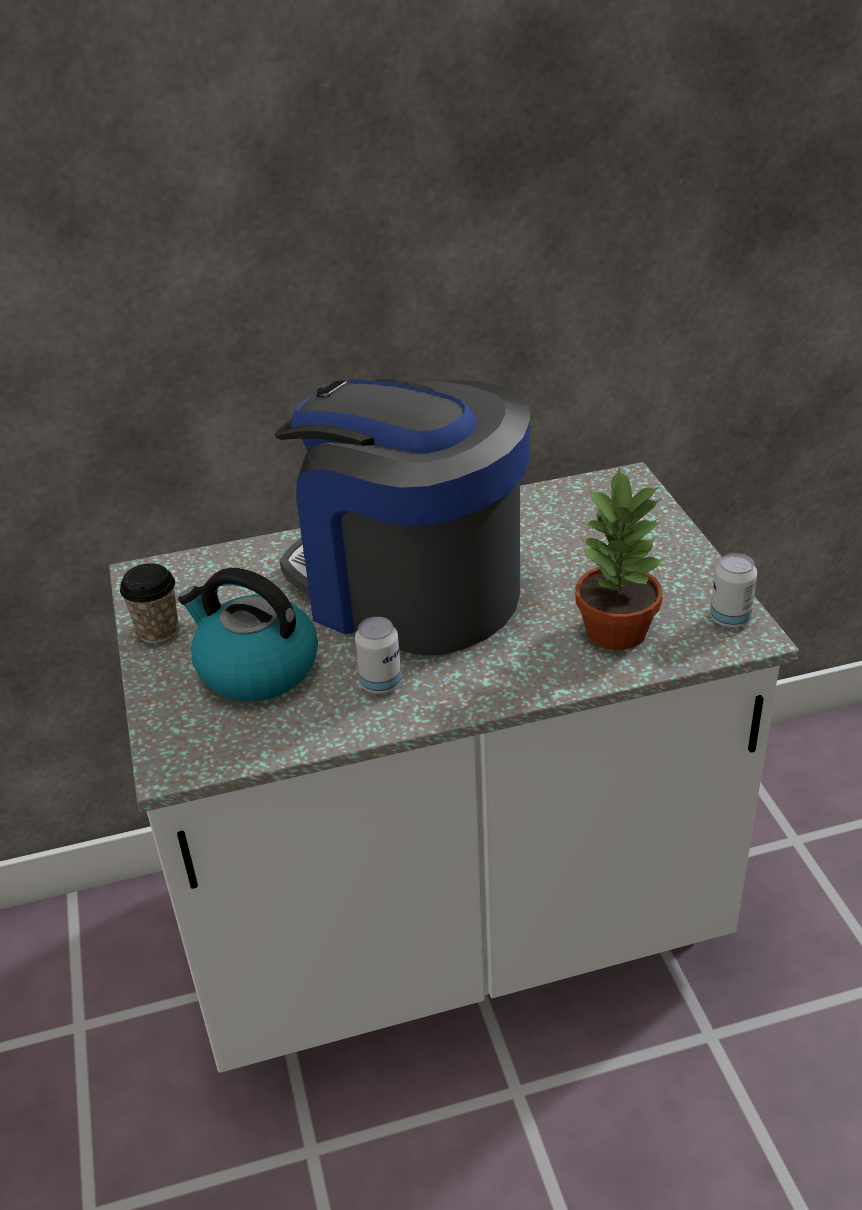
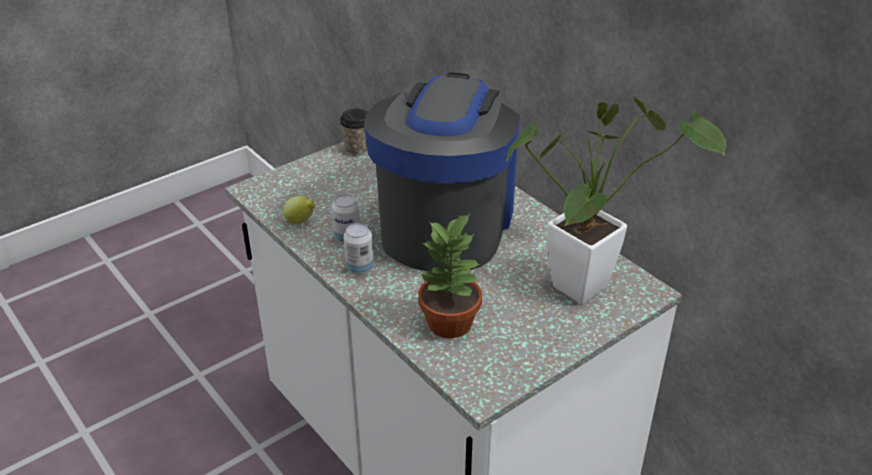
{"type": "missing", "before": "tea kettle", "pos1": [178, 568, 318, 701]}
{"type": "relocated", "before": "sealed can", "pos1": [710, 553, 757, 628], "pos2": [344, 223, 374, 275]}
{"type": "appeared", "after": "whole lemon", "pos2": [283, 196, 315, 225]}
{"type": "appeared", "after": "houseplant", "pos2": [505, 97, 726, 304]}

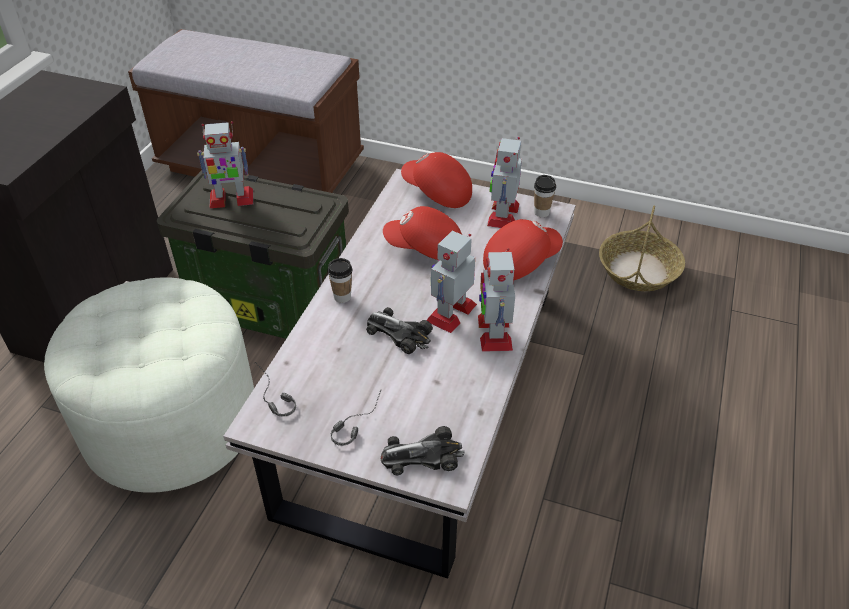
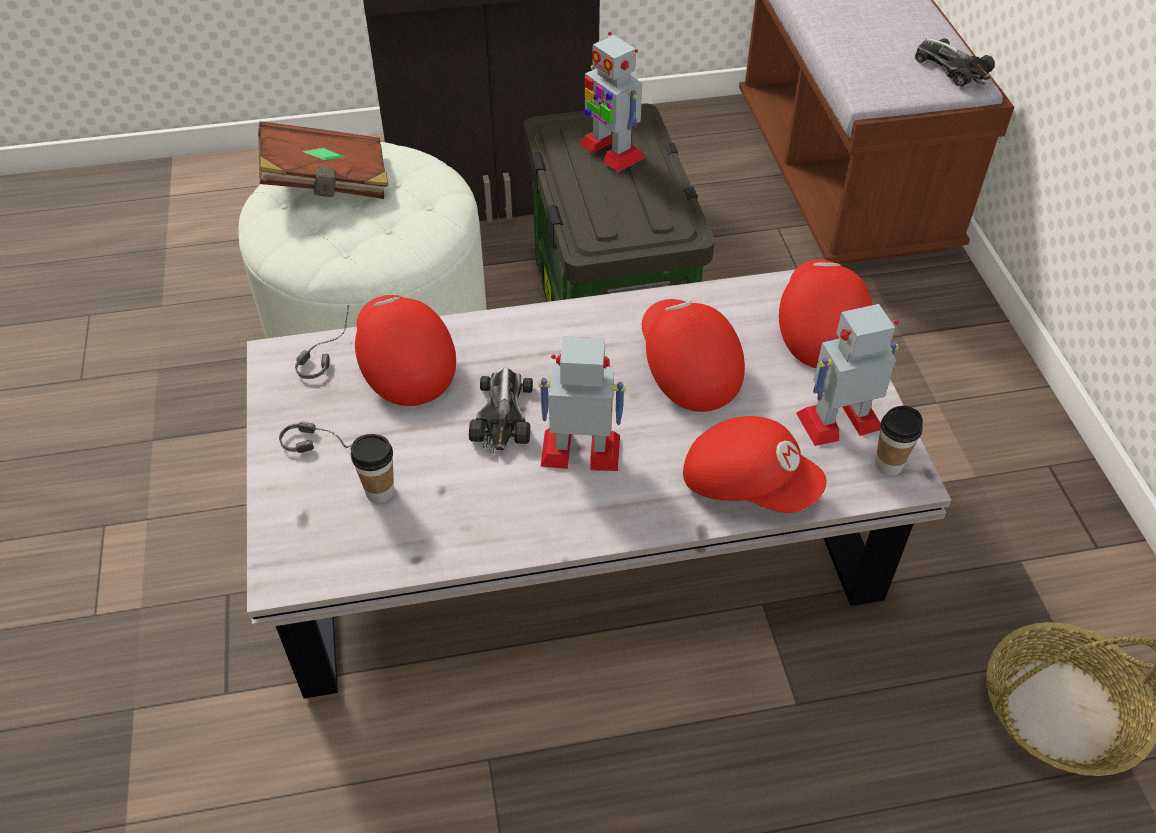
{"type": "relocated", "before": "drinking cup", "pos1": [327, 258, 352, 303], "pos2": [351, 434, 394, 503]}
{"type": "relocated", "before": "toy car", "pos1": [381, 426, 465, 475], "pos2": [915, 38, 995, 87]}
{"type": "missing", "before": "toy robot", "pos1": [478, 248, 515, 352]}
{"type": "appeared", "after": "brown-coloured volume", "pos2": [258, 121, 389, 199]}
{"type": "appeared", "after": "red-coloured baseball cap", "pos2": [355, 295, 456, 406]}

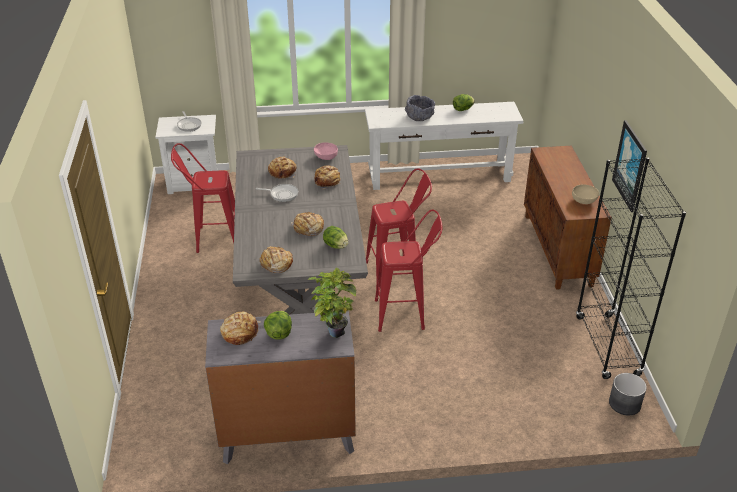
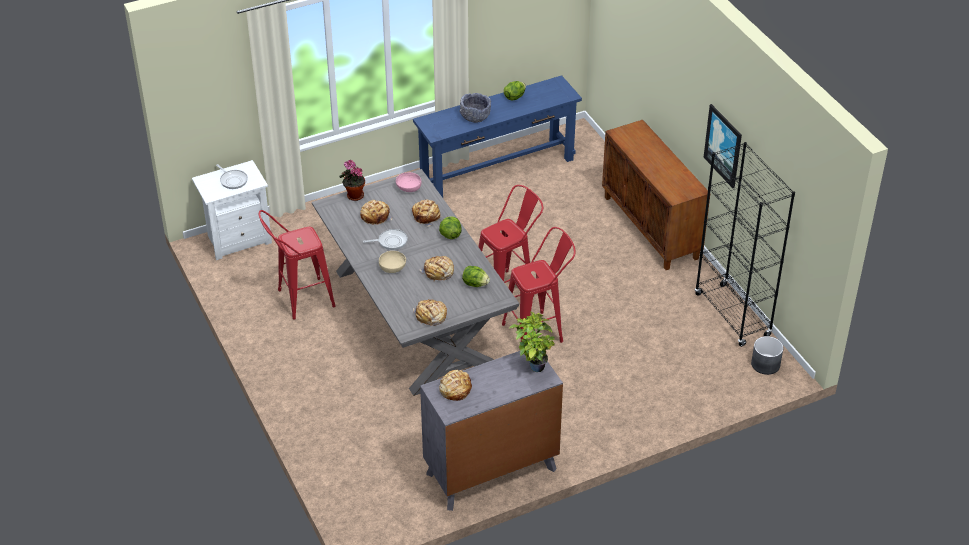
{"type": "relocated", "before": "head of lettuce", "pos1": [264, 311, 292, 340], "pos2": [439, 217, 462, 239]}
{"type": "colour", "before": "white hall table", "after": "blue-coloured hall table", "pos1": [365, 102, 524, 190], "pos2": [413, 75, 582, 198]}
{"type": "relocated", "before": "beige-coloured bowl", "pos1": [572, 184, 599, 204], "pos2": [379, 251, 406, 273]}
{"type": "appeared", "after": "houseplant", "pos2": [339, 160, 365, 201]}

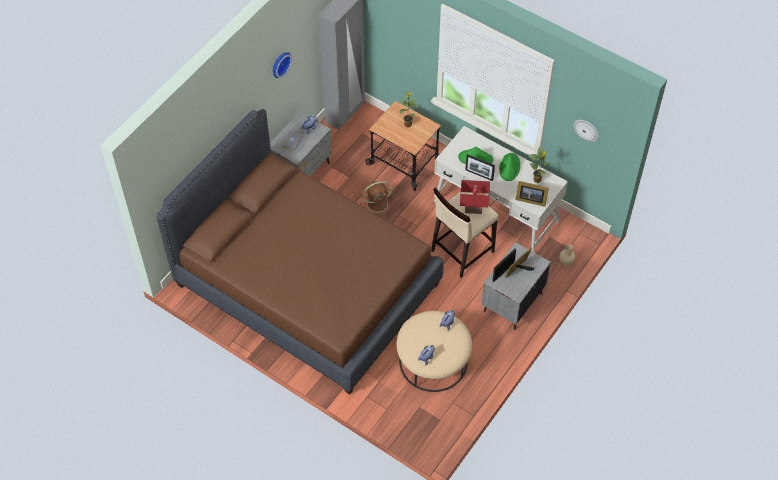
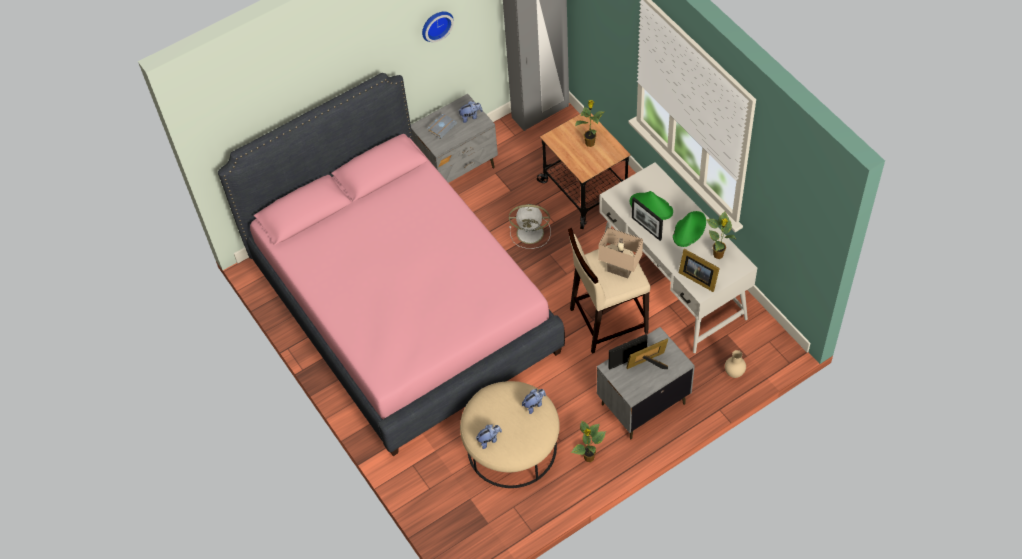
{"type": "colour", "before": "brown-coloured sleeping bed", "after": "pinkish sleeping bed", "pos1": [156, 109, 444, 395], "pos2": [218, 73, 565, 456]}
{"type": "colour", "before": "brown-coloured fan", "after": "white fan", "pos1": [360, 181, 394, 216], "pos2": [509, 204, 551, 249]}
{"type": "colour", "before": "red-coloured lamp for a table", "after": "beige-coloured lamp for a table", "pos1": [460, 180, 490, 214], "pos2": [599, 227, 643, 279]}
{"type": "missing", "before": "wall clock", "pos1": [573, 120, 599, 142]}
{"type": "appeared", "after": "houseplant", "pos2": [571, 421, 606, 462]}

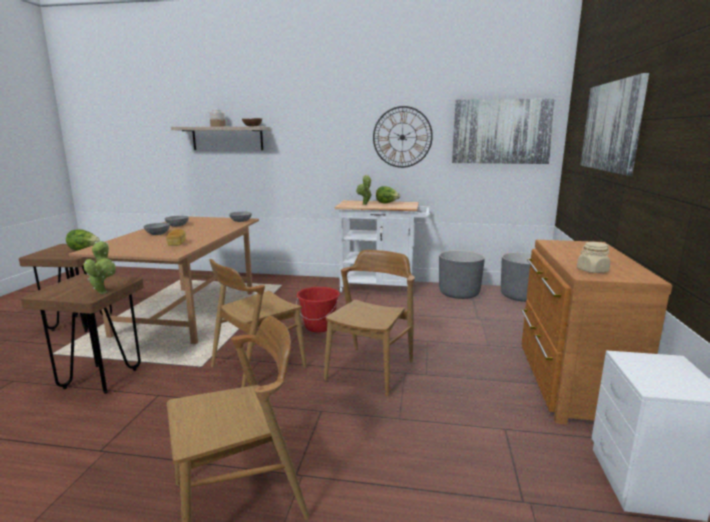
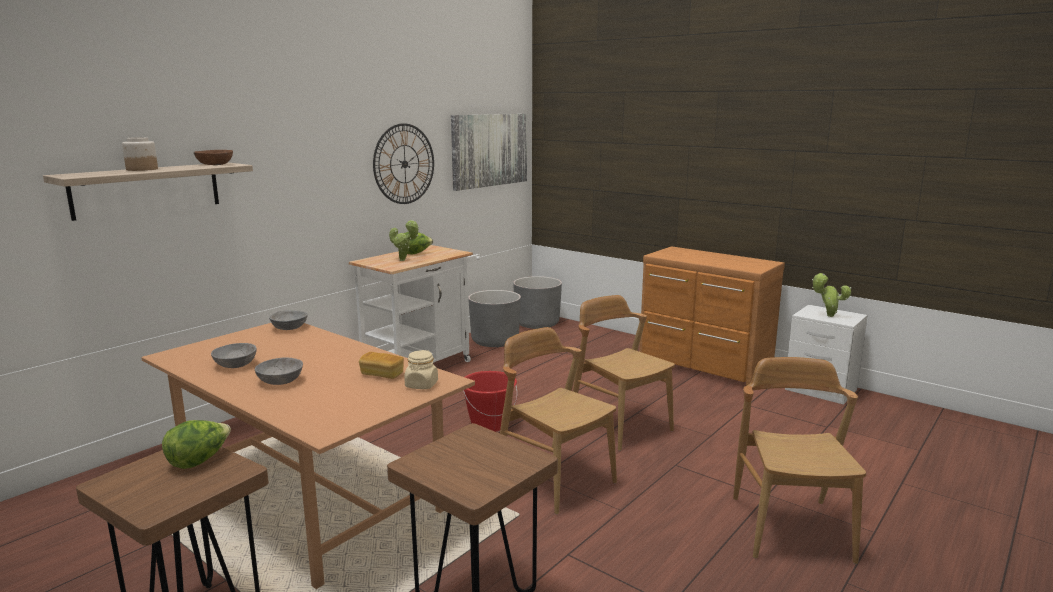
{"type": "relocated", "before": "houseplant", "pos1": [84, 241, 116, 294], "pos2": [812, 273, 851, 317]}
{"type": "spun", "before": "brown-coloured plain chair", "pos1": [209, 259, 307, 387], "pos2": [500, 327, 617, 514], "turn": 150}
{"type": "relocated", "before": "beige-coloured preserve jar", "pos1": [577, 242, 610, 273], "pos2": [404, 350, 438, 389]}
{"type": "missing", "before": "wall art", "pos1": [580, 73, 649, 175]}

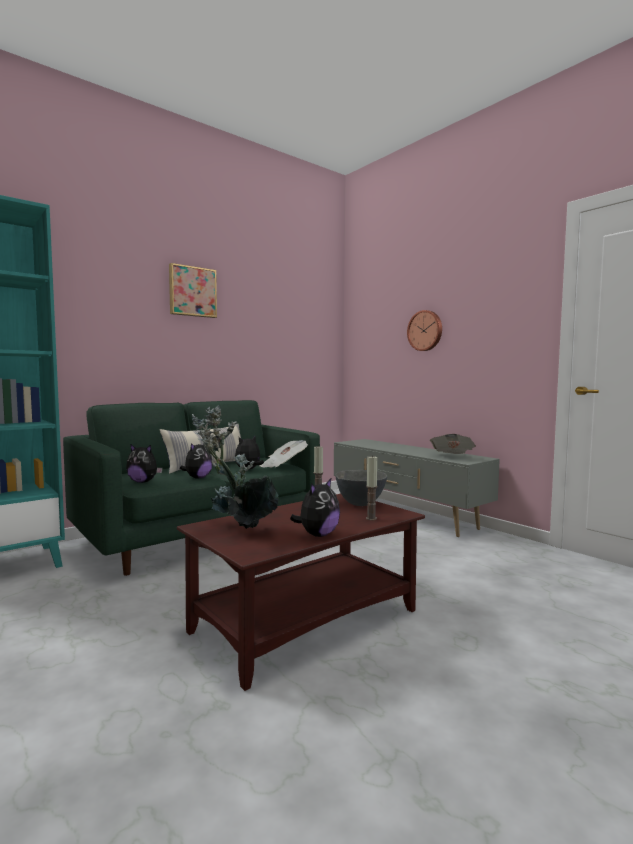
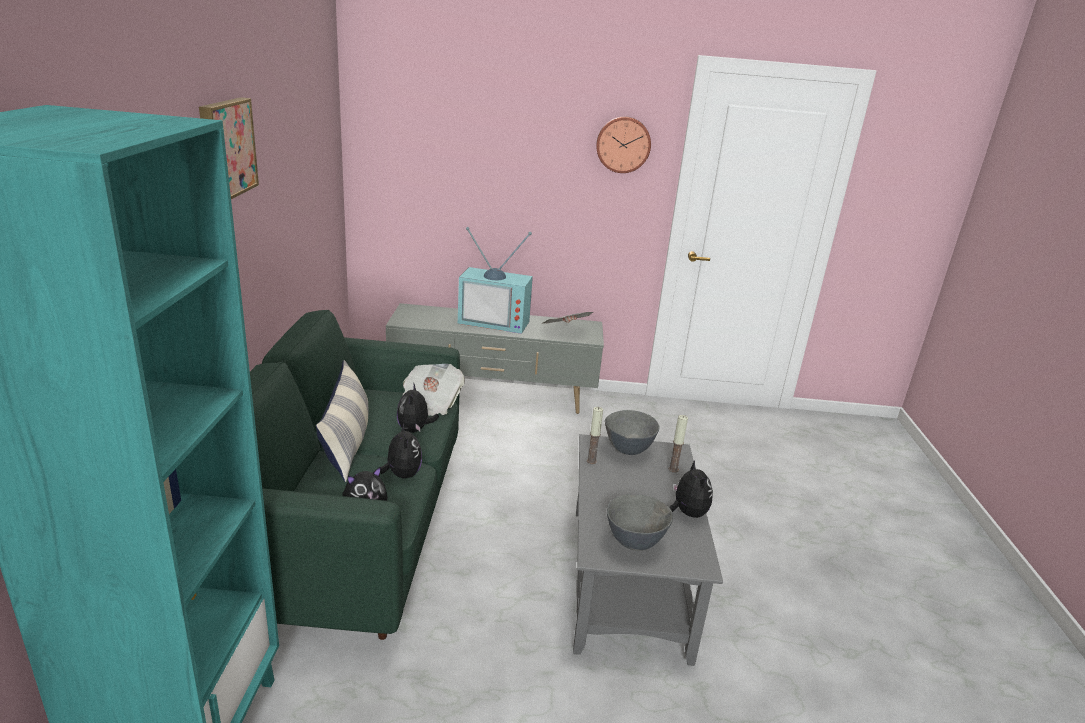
{"type": "colour", "before": "brown-coloured low table", "after": "gray low table", "pos1": [177, 494, 425, 691], "pos2": [573, 434, 723, 666]}
{"type": "exchanged", "before": "houseplant", "after": "gray bowl", "pos1": [192, 406, 279, 529], "pos2": [607, 494, 673, 551]}
{"type": "relocated", "before": "wall clock", "pos1": [407, 310, 442, 351], "pos2": [596, 117, 651, 173]}
{"type": "appeared", "after": "television", "pos2": [458, 227, 533, 334]}

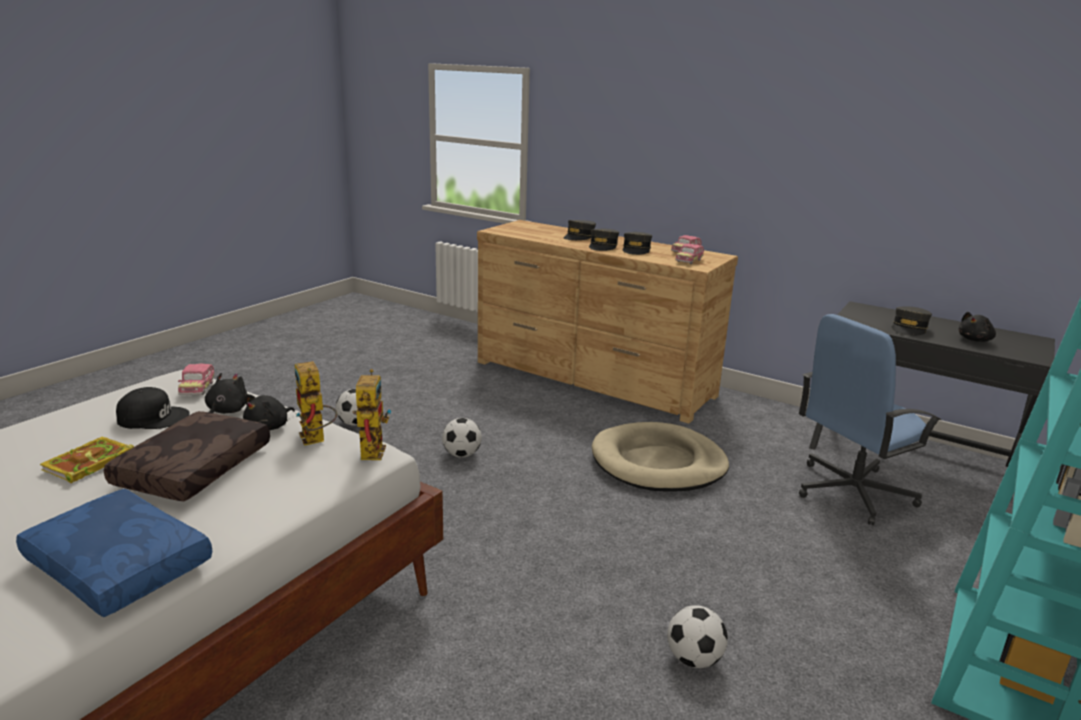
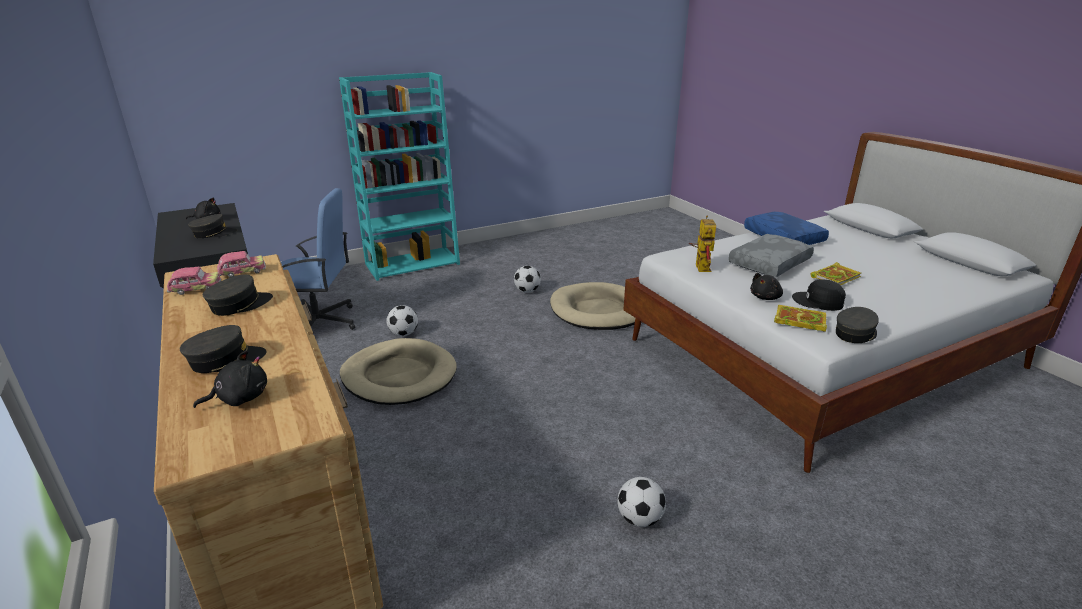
{"type": "colour", "before": "brown-coloured pillow", "after": "gray pillow", "pos1": [104, 411, 270, 501], "pos2": [729, 234, 814, 277]}
{"type": "exchanged", "before": "toy car", "after": "volume", "pos1": [178, 363, 215, 395], "pos2": [774, 305, 827, 332]}
{"type": "relocated", "before": "black soft toy", "pos1": [243, 394, 295, 430], "pos2": [193, 350, 267, 408]}
{"type": "missing", "before": "toy robot", "pos1": [353, 369, 391, 460]}
{"type": "relocated", "before": "football", "pos1": [442, 418, 482, 457], "pos2": [386, 305, 418, 336]}
{"type": "relocated", "before": "gray baseball cap", "pos1": [589, 229, 619, 251], "pos2": [836, 307, 879, 343]}
{"type": "appeared", "after": "beige-coloured dog cushion", "pos2": [550, 282, 635, 330]}

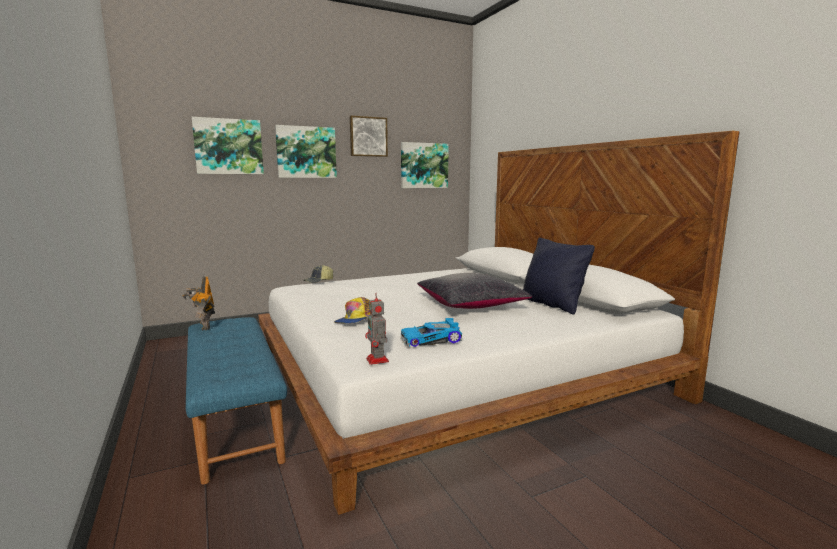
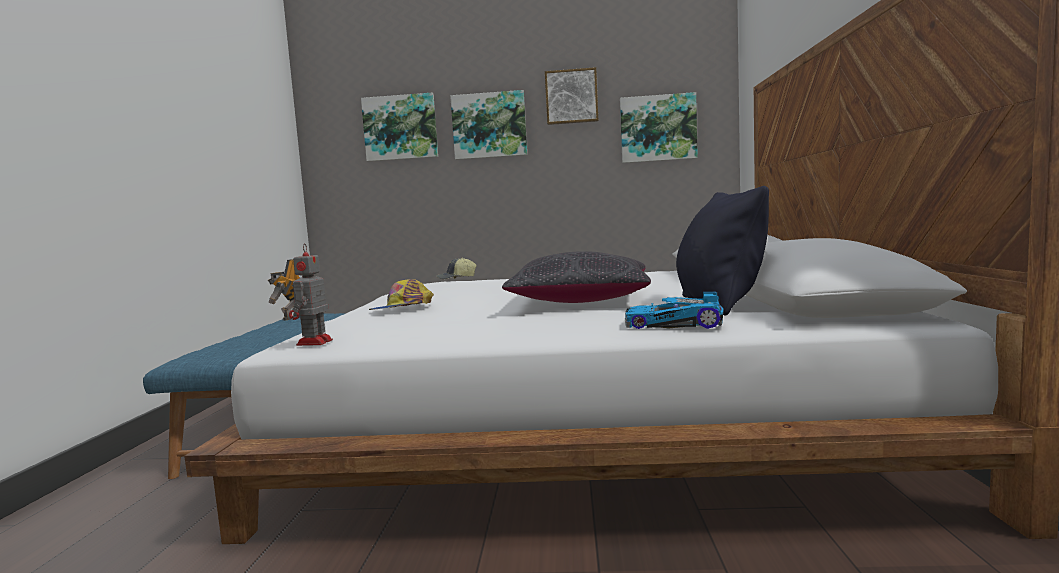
{"type": "relocated", "before": "toy car", "pos1": [401, 318, 462, 347], "pos2": [625, 292, 724, 329]}

